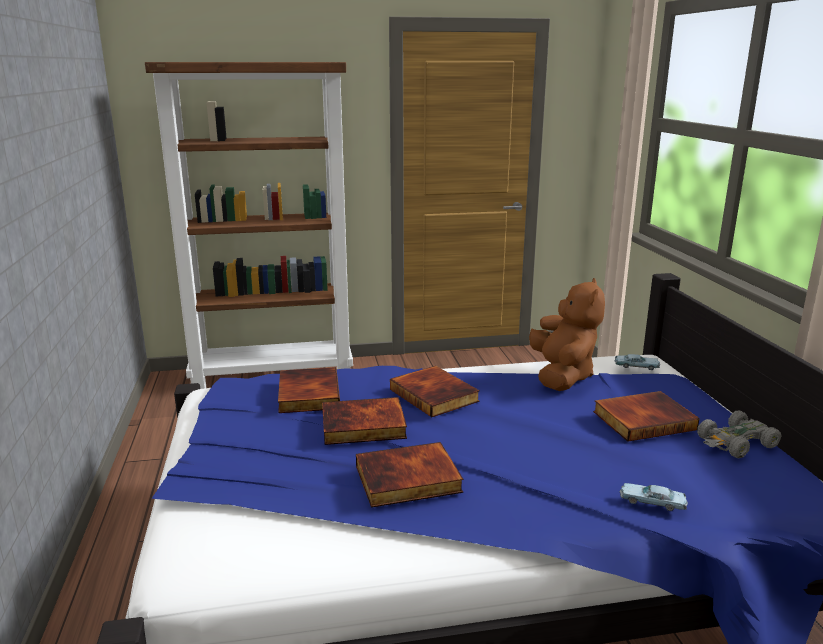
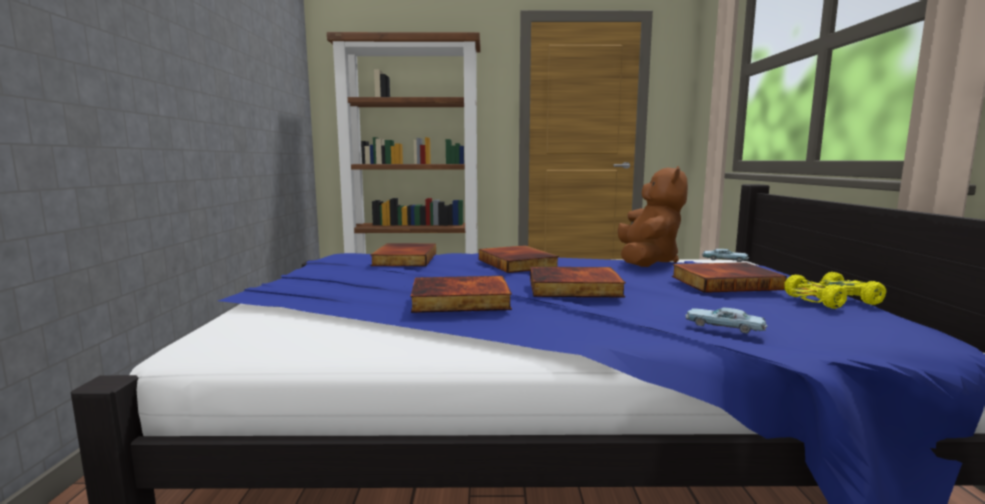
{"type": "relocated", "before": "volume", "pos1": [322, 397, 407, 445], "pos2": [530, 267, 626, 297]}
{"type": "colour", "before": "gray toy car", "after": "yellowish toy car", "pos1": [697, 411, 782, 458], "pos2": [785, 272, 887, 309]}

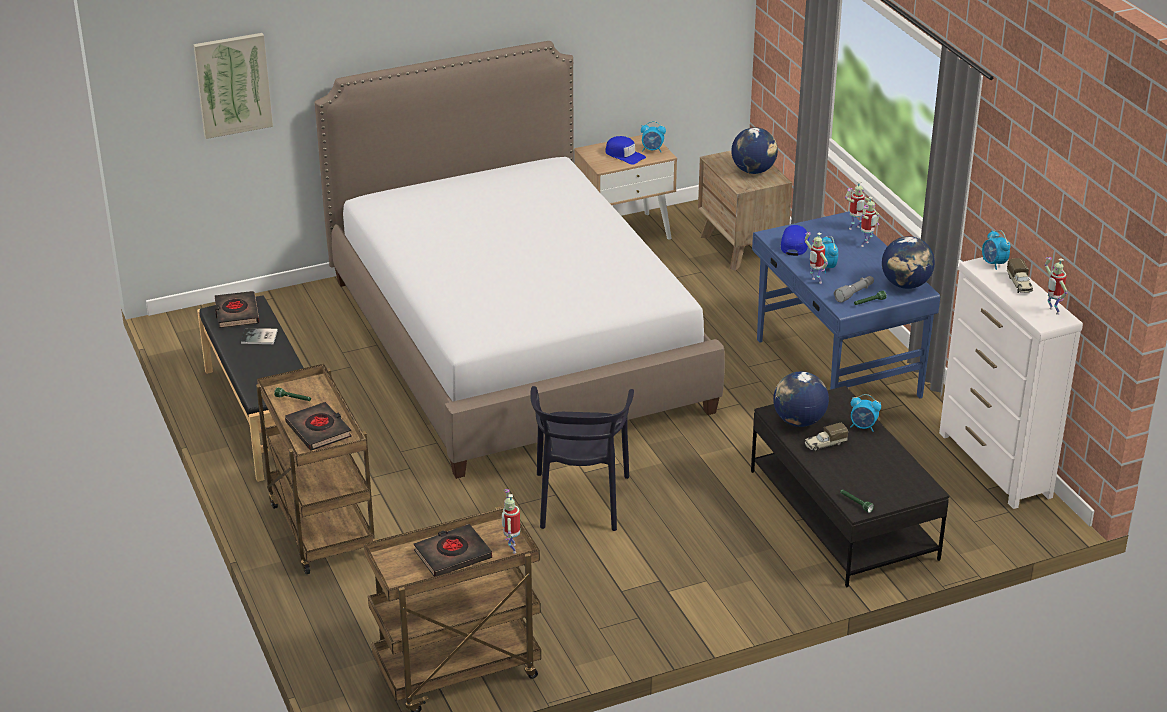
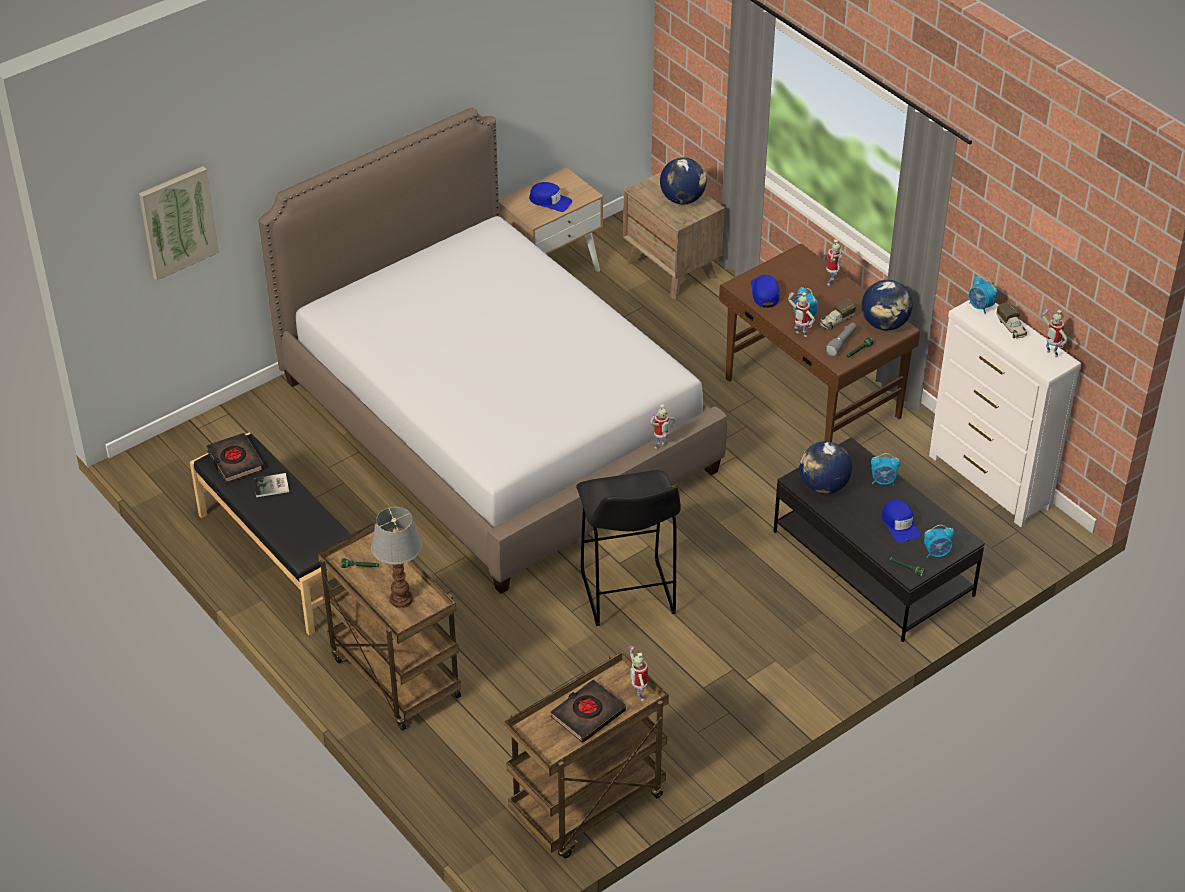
{"type": "exchanged", "before": "black volume", "after": "lamp for a table", "pos1": [285, 402, 352, 451], "pos2": [371, 507, 422, 608]}
{"type": "exchanged", "before": "black plain chair", "after": "black stool", "pos1": [530, 386, 634, 531], "pos2": [576, 470, 681, 626]}
{"type": "relocated", "before": "alarm clock", "pos1": [641, 121, 666, 152], "pos2": [924, 525, 954, 558]}
{"type": "colour", "before": "blue-coloured desk unit", "after": "brown-coloured desk unit", "pos1": [752, 212, 940, 398], "pos2": [719, 243, 920, 442]}
{"type": "relocated", "before": "toy lorry", "pos1": [805, 423, 848, 451], "pos2": [819, 299, 856, 329]}
{"type": "relocated", "before": "toy robot", "pos1": [845, 181, 870, 230], "pos2": [650, 404, 675, 449]}
{"type": "appeared", "after": "blue-coloured baseball cap", "pos2": [882, 500, 921, 543]}

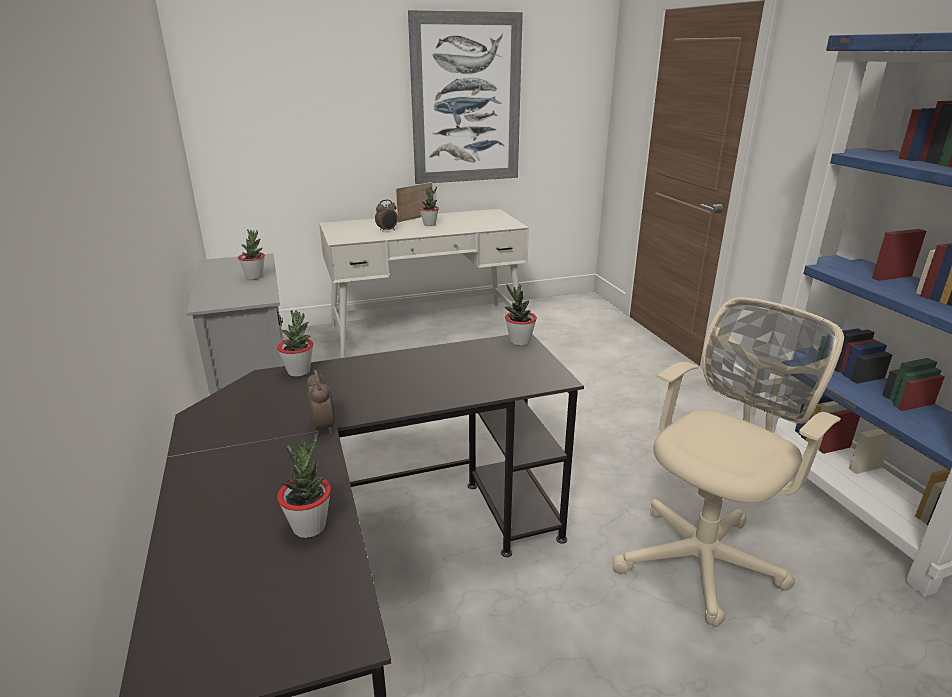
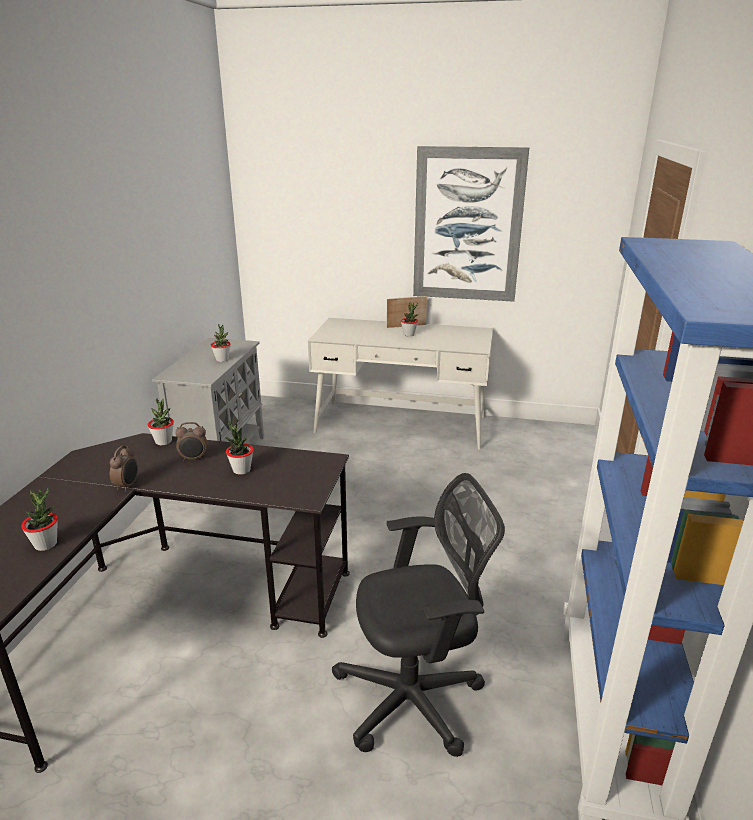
{"type": "relocated", "before": "alarm clock", "pos1": [375, 200, 398, 232], "pos2": [175, 422, 207, 461]}
{"type": "relocated", "before": "houseplant", "pos1": [505, 284, 537, 346], "pos2": [225, 420, 254, 475]}
{"type": "colour", "before": "beige-coloured office chair", "after": "black office chair", "pos1": [612, 297, 844, 627], "pos2": [332, 473, 505, 757]}

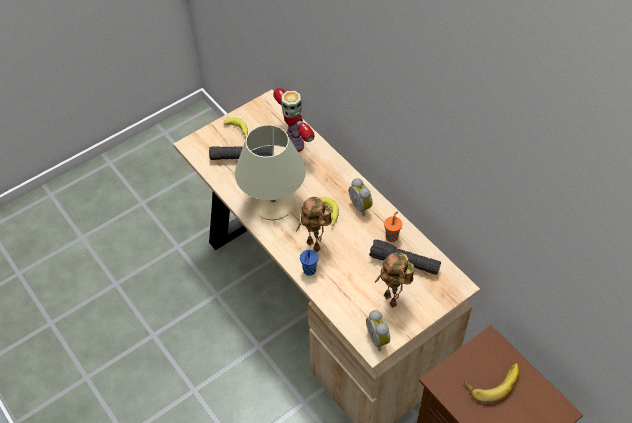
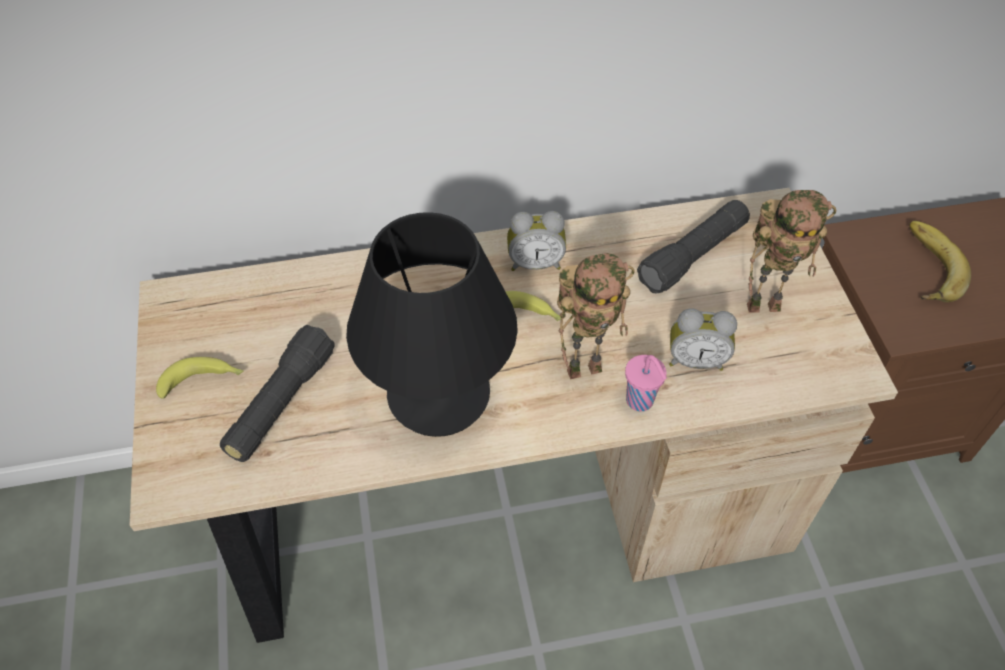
{"type": "colour", "before": "beige-coloured lamp for a table", "after": "black lamp for a table", "pos1": [235, 125, 306, 220], "pos2": [346, 212, 518, 437]}
{"type": "missing", "before": "toy robot", "pos1": [273, 88, 315, 152]}
{"type": "colour", "before": "blue-coloured drinking cup", "after": "pinkish drinking cup", "pos1": [300, 250, 318, 276], "pos2": [625, 355, 667, 411]}
{"type": "relocated", "before": "alarm clock", "pos1": [366, 310, 390, 351], "pos2": [669, 308, 737, 371]}
{"type": "missing", "before": "orangey drinking cup", "pos1": [384, 212, 402, 242]}

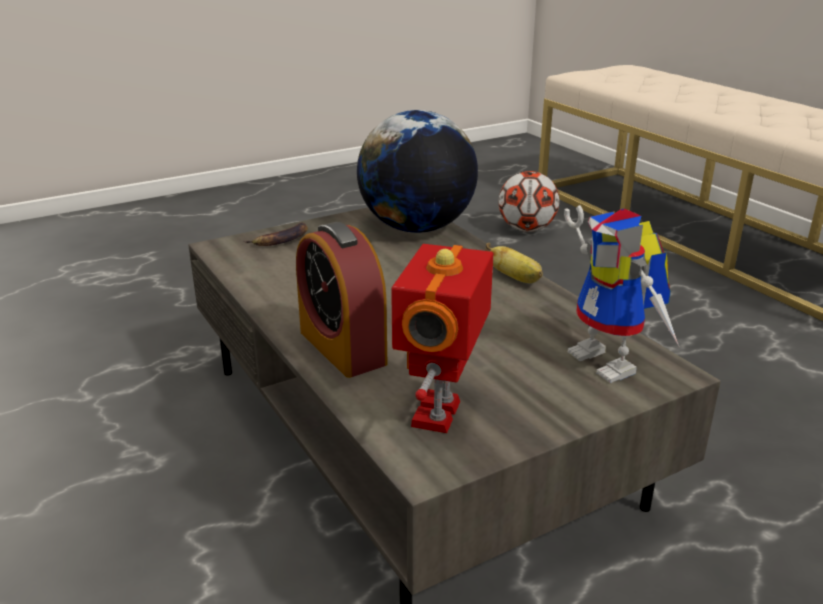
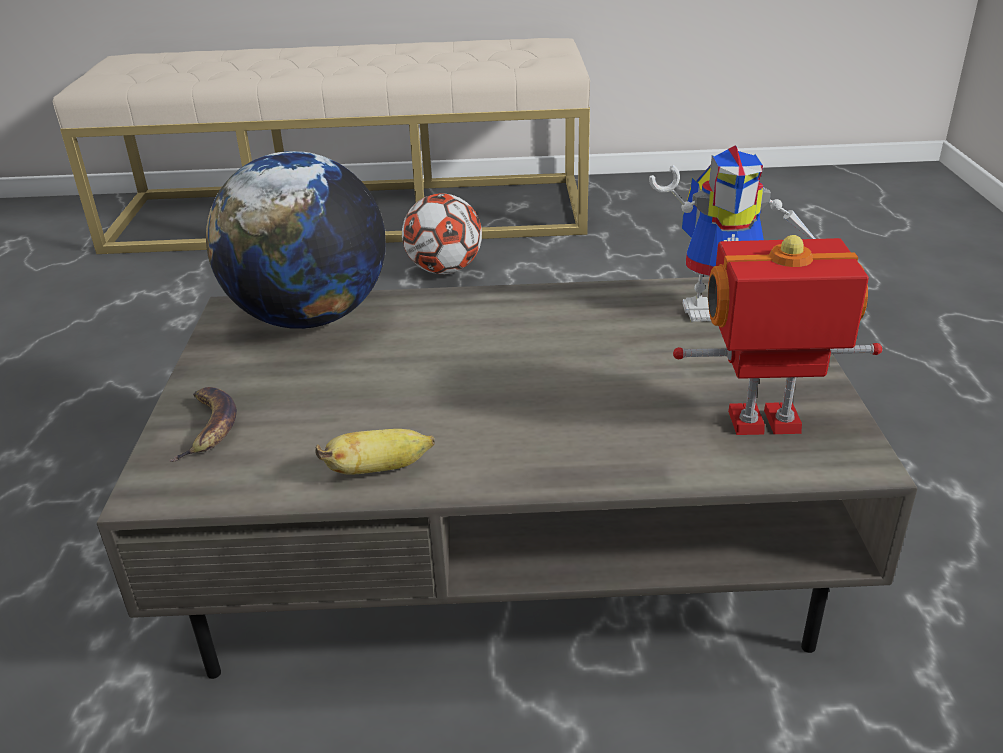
{"type": "missing", "before": "alarm clock", "pos1": [296, 222, 387, 378]}
{"type": "spun", "before": "toy robot", "pos1": [391, 244, 493, 433], "pos2": [673, 235, 883, 435], "turn": 135}
{"type": "relocated", "before": "whole banana", "pos1": [485, 243, 543, 283], "pos2": [315, 429, 435, 475]}
{"type": "relocated", "before": "football", "pos1": [498, 171, 560, 232], "pos2": [402, 193, 482, 274]}

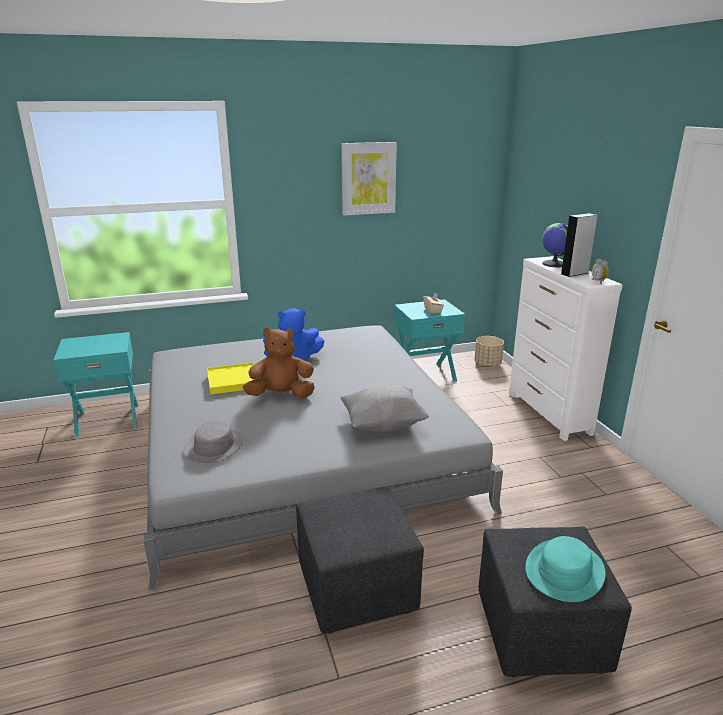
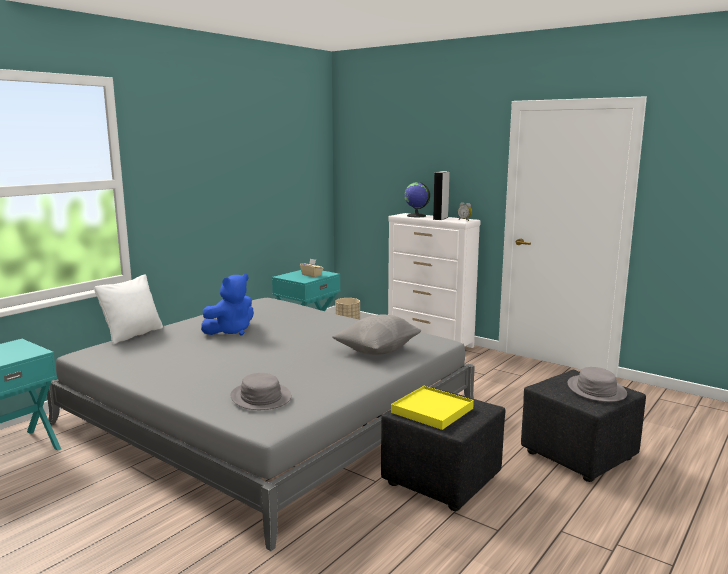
{"type": "relocated", "before": "yellowish tray", "pos1": [207, 363, 255, 394], "pos2": [391, 386, 474, 430]}
{"type": "missing", "before": "brown-coloured soft toy", "pos1": [243, 328, 315, 398]}
{"type": "missing", "before": "wall art", "pos1": [341, 142, 397, 216]}
{"type": "colour", "before": "turquoise clothing hat", "after": "gray clothing hat", "pos1": [525, 536, 606, 602], "pos2": [568, 367, 627, 402]}
{"type": "appeared", "after": "white pillow", "pos2": [94, 274, 163, 345]}

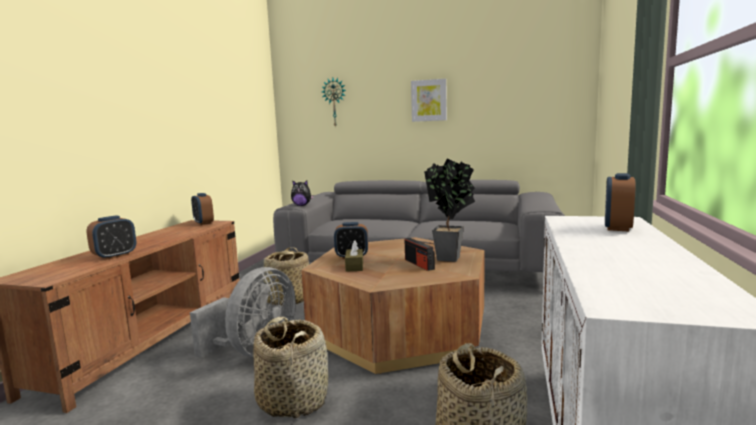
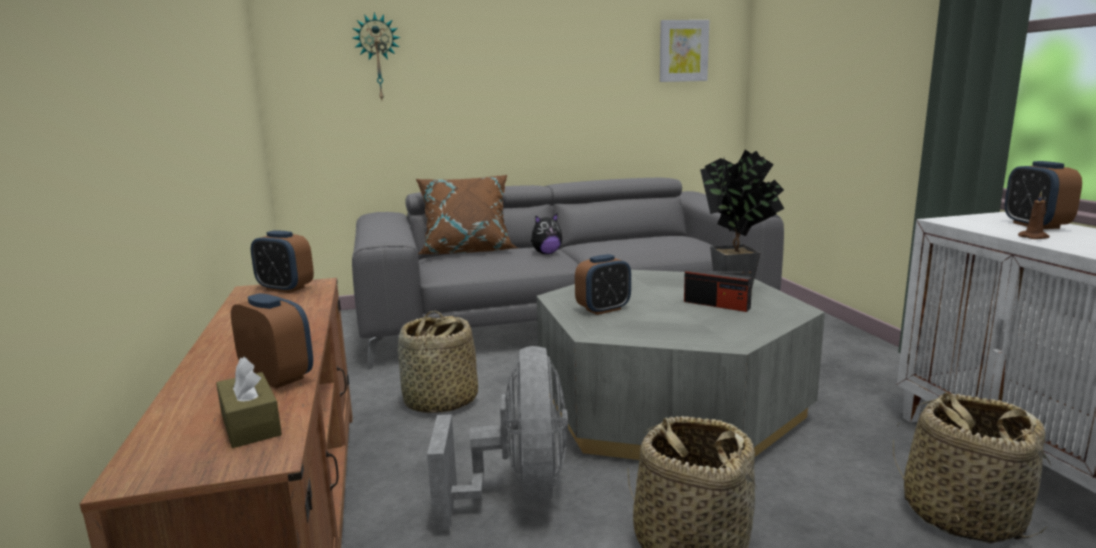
{"type": "spun", "before": "alarm clock", "pos1": [86, 215, 136, 260], "pos2": [231, 293, 313, 389], "turn": -60}
{"type": "relocated", "before": "soft toy", "pos1": [291, 180, 314, 206], "pos2": [531, 214, 562, 254]}
{"type": "colour", "before": "brown-coloured low table", "after": "gray low table", "pos1": [301, 237, 484, 374], "pos2": [537, 270, 825, 460]}
{"type": "relocated", "before": "brown-coloured box of tissues", "pos1": [345, 240, 363, 272], "pos2": [216, 357, 282, 448]}
{"type": "relocated", "before": "wall art", "pos1": [411, 79, 447, 122], "pos2": [660, 20, 709, 82]}
{"type": "appeared", "after": "brown-coloured pillow", "pos2": [416, 175, 518, 254]}
{"type": "appeared", "after": "brown-coloured wax candle", "pos2": [1018, 191, 1050, 239]}

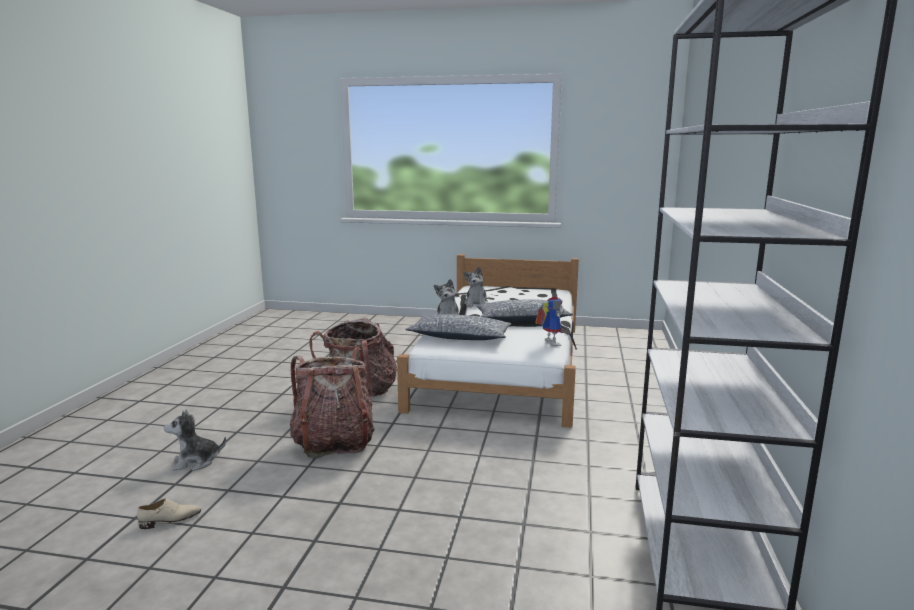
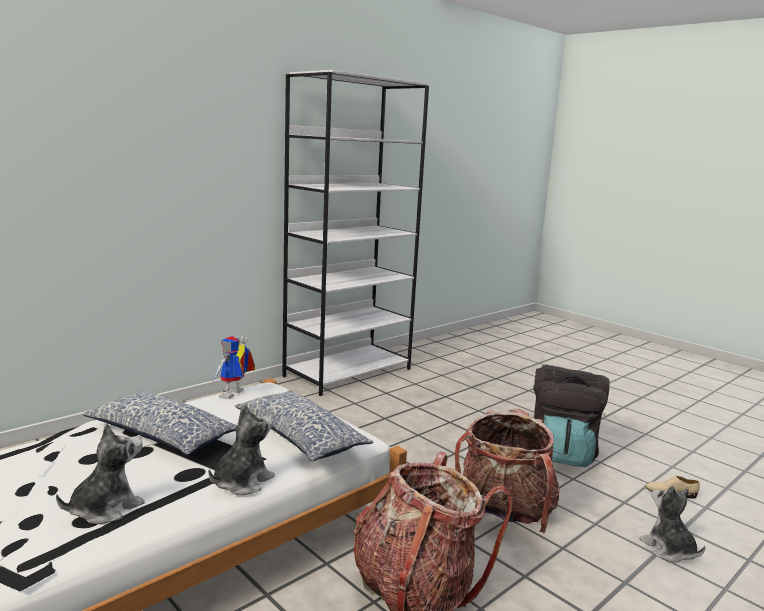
{"type": "spun", "before": "soft toy", "pos1": [164, 409, 226, 471], "pos2": [639, 485, 706, 563], "turn": -135}
{"type": "appeared", "after": "black backpack", "pos2": [534, 365, 610, 467]}

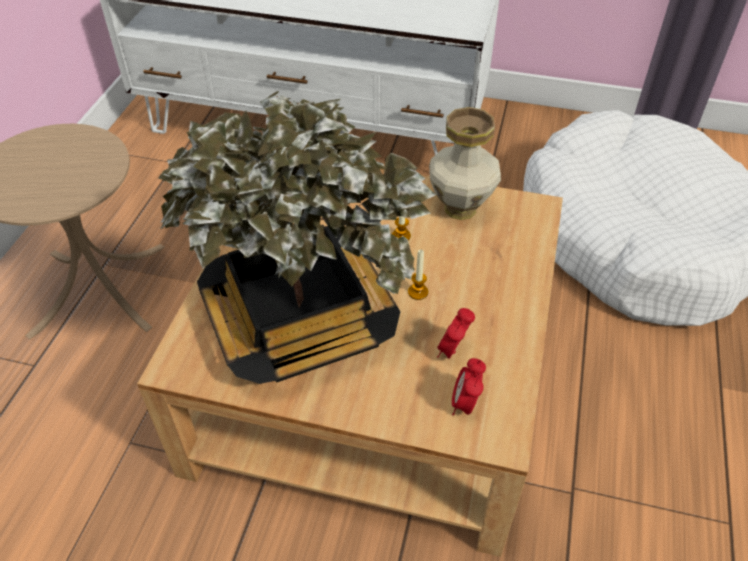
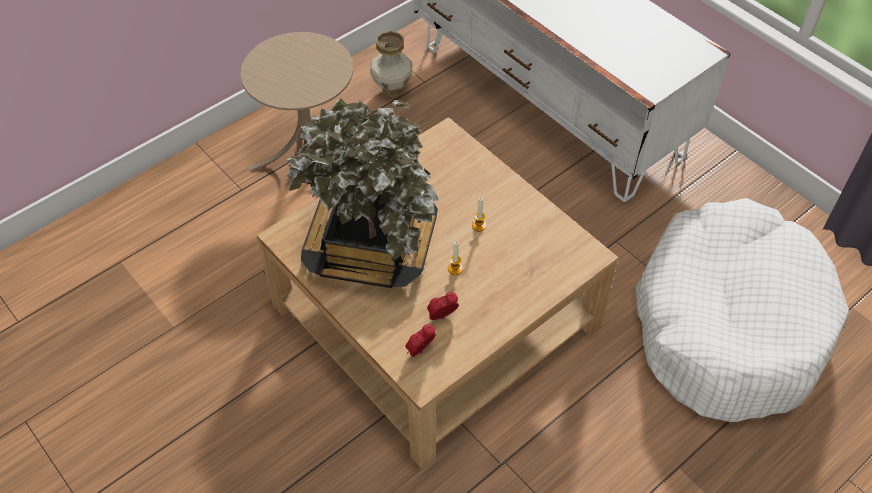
{"type": "relocated", "before": "decorative vase", "pos1": [429, 107, 501, 220], "pos2": [370, 31, 412, 97]}

